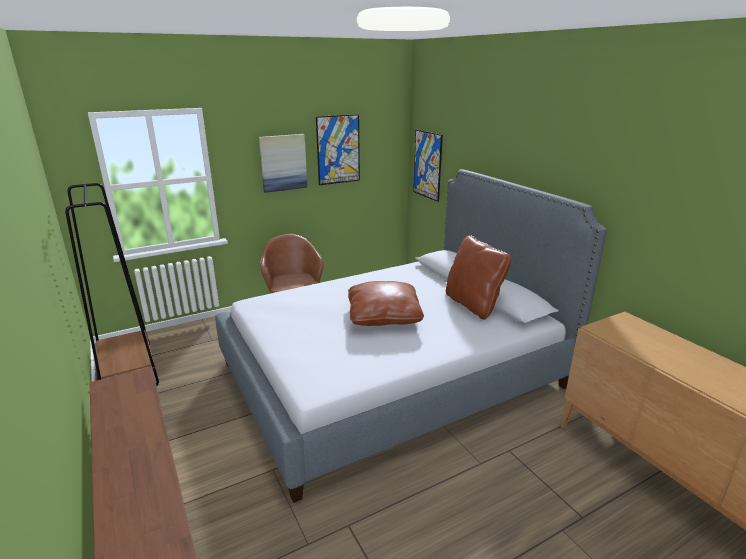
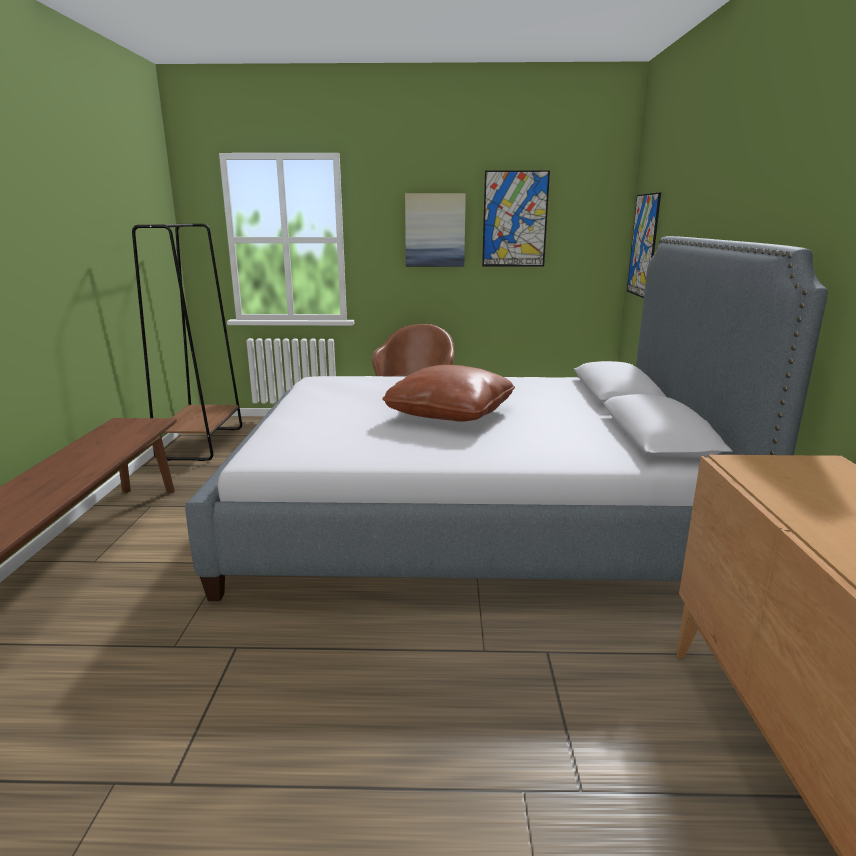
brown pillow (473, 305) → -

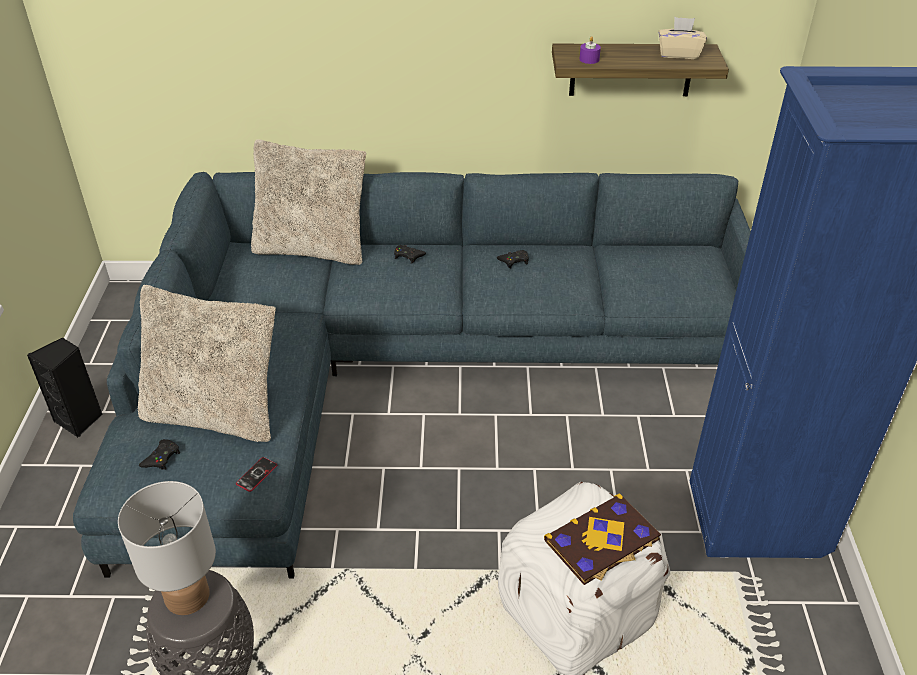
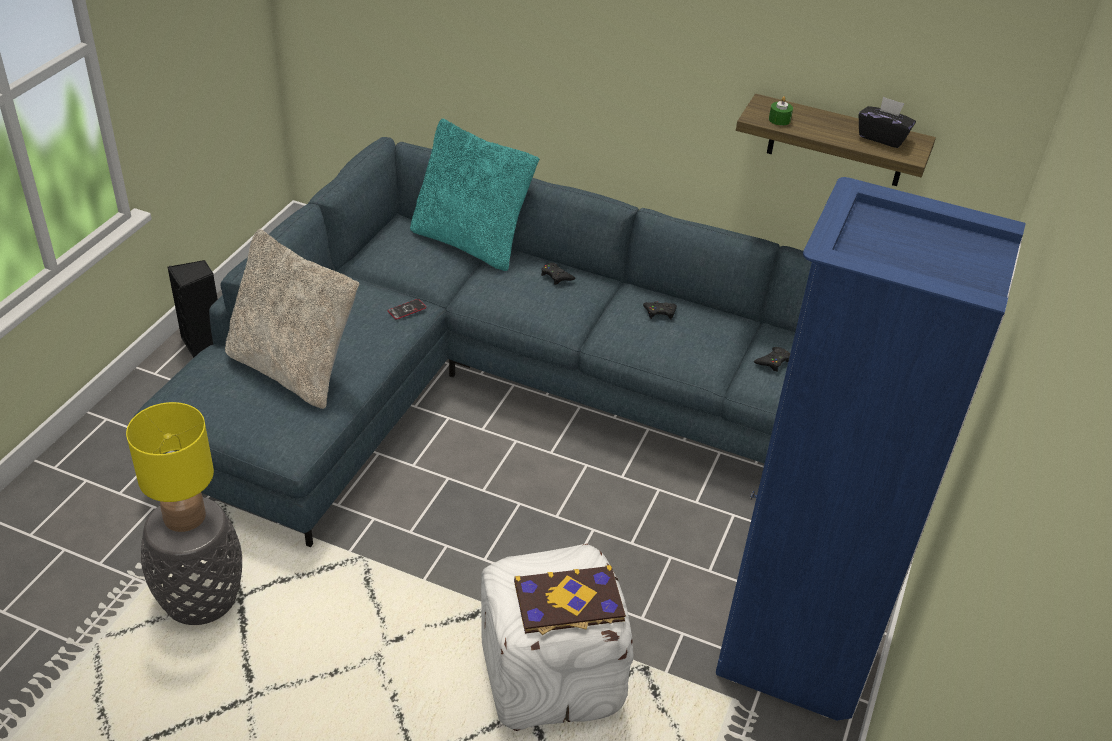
grey table lamp (187, 595) → yellow table lamp (185, 516)
phone (257, 475) → phone (407, 310), move
beige pillow (312, 245) → turquoise pillow (471, 239)
black game controller (161, 458) → black game controller (773, 361), move
purple candle (589, 59) → green candle (779, 120)
beige tissue box (679, 54) → black tissue box (882, 137)

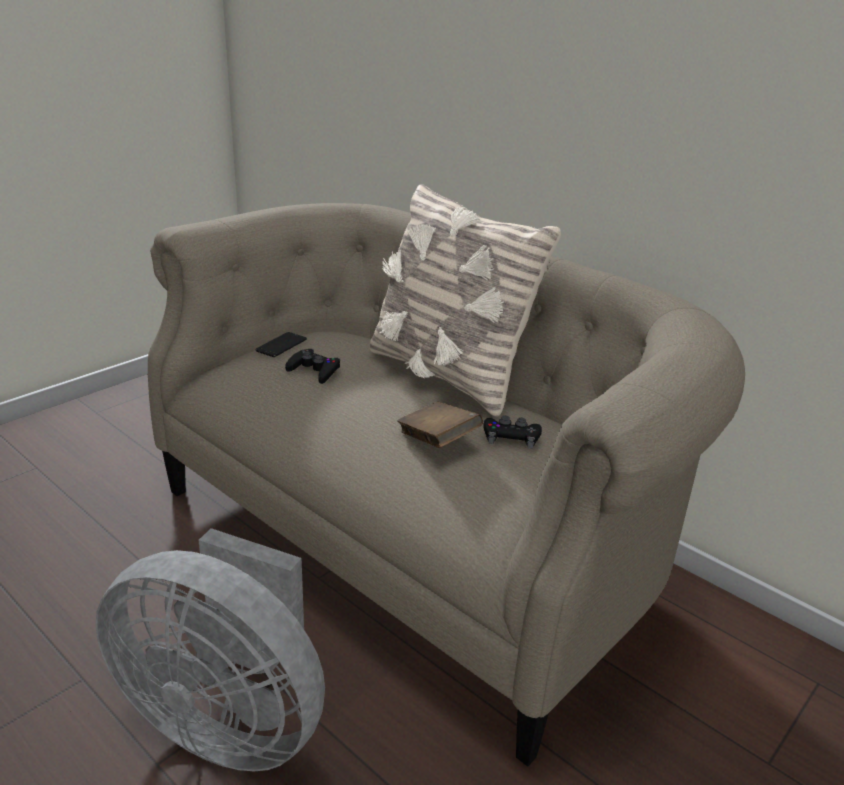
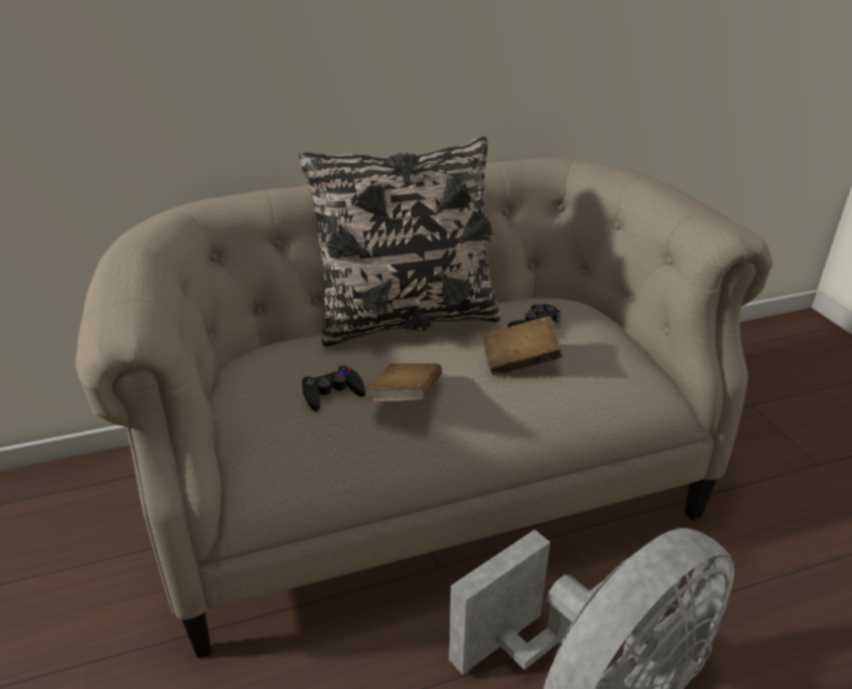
beige pillow (447, 375) → black pillow (407, 321)
- → brown book (405, 399)
phone (281, 345) → -

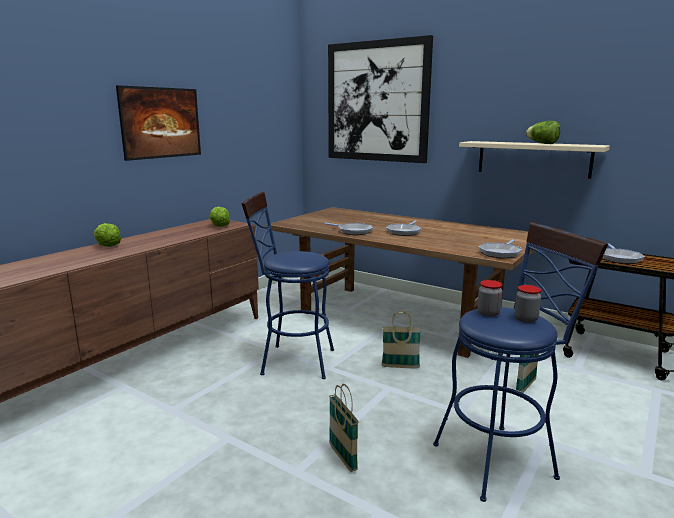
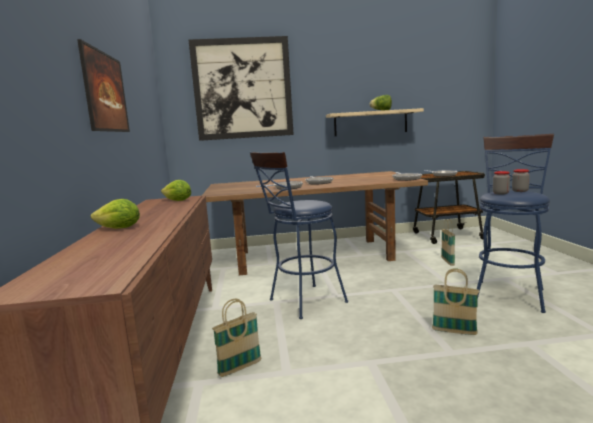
basket (400, 366) → basket (240, 368), move

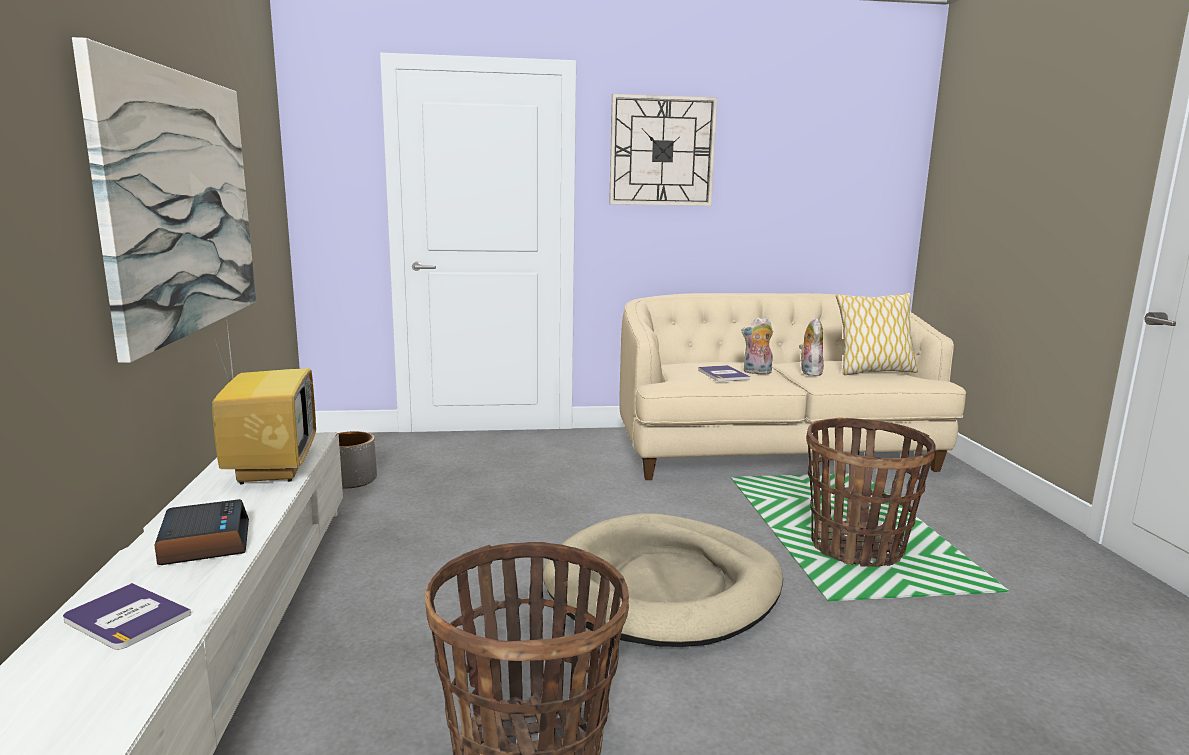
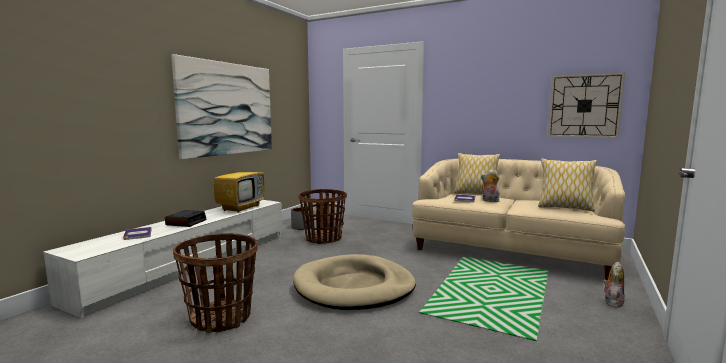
basket (857, 547) → basket (323, 239), move
- → pillow (475, 194)
wall clock (662, 151) → wall clock (584, 106), move
plush toy (809, 372) → plush toy (612, 302), move

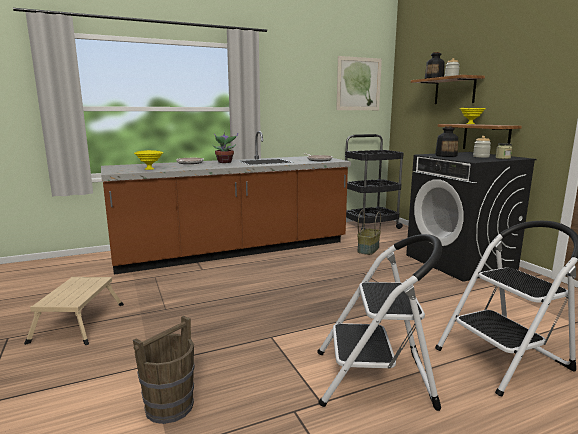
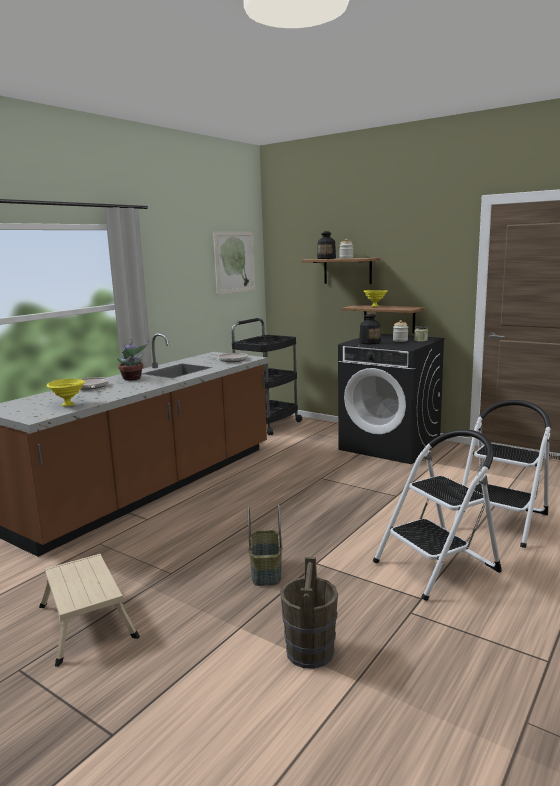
basket (368, 249) → basket (265, 571), move

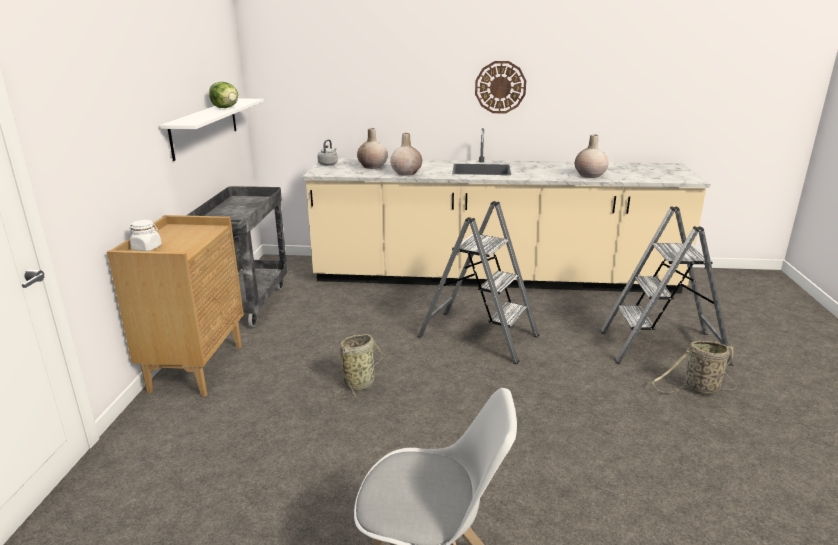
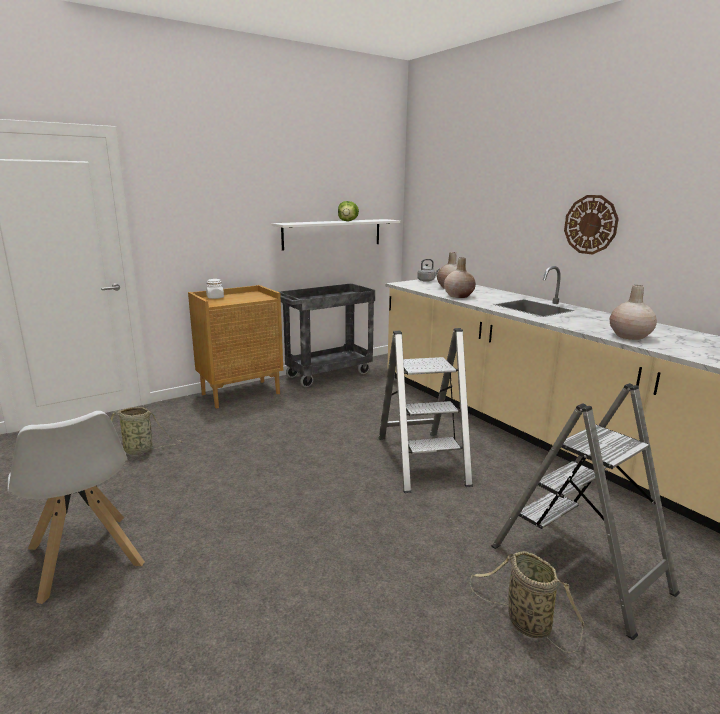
basket (360, 383) → basket (141, 450), move

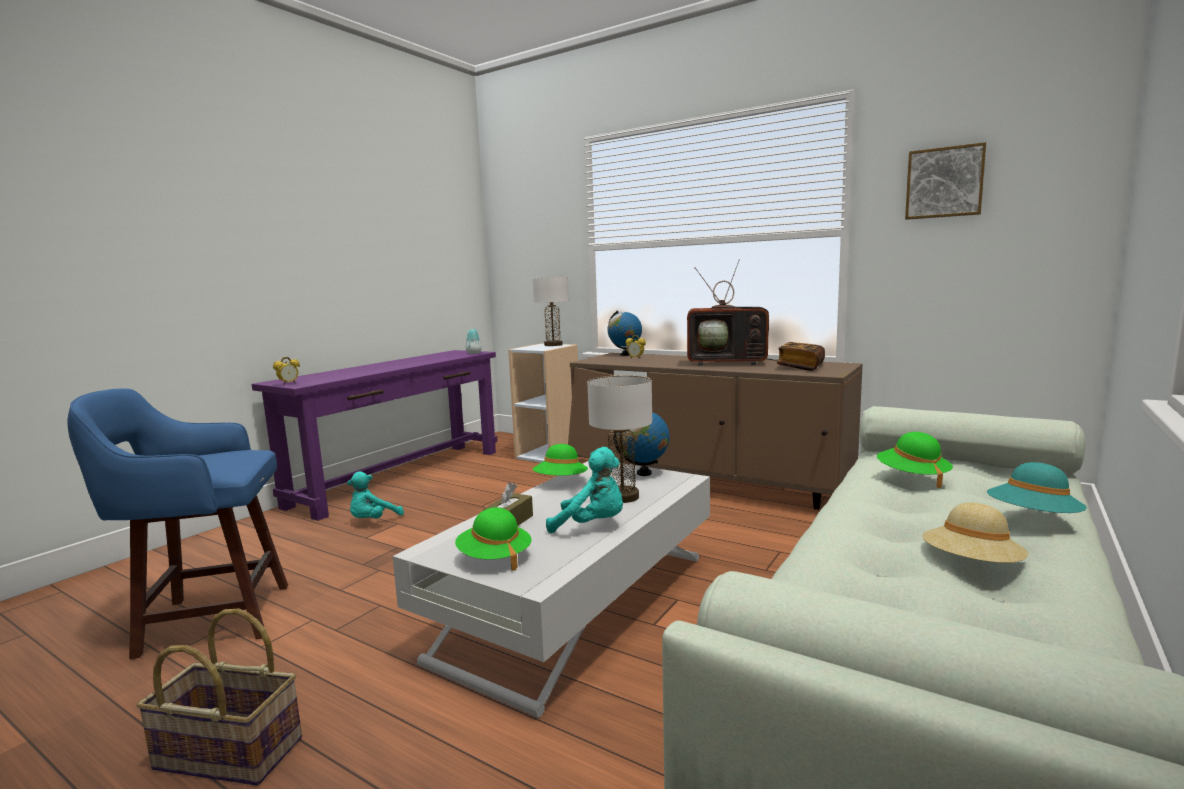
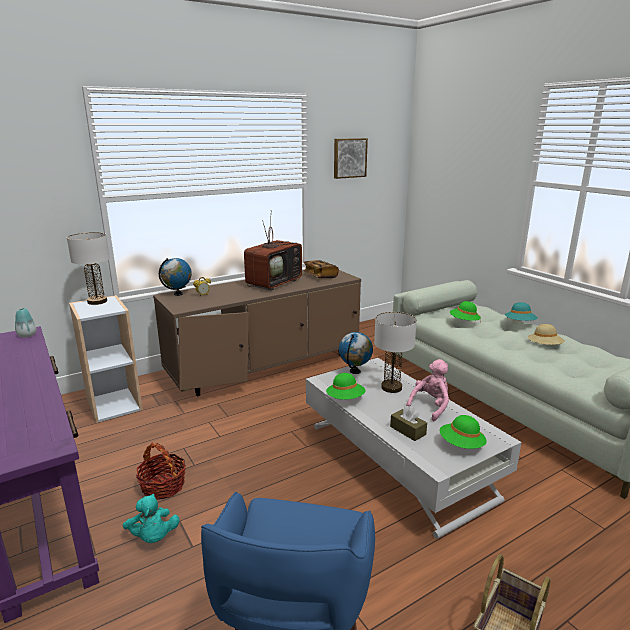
- → basket (163, 486)
turquoise plush toy (592, 525) → pink plush toy (430, 406)
alarm clock (288, 383) → -

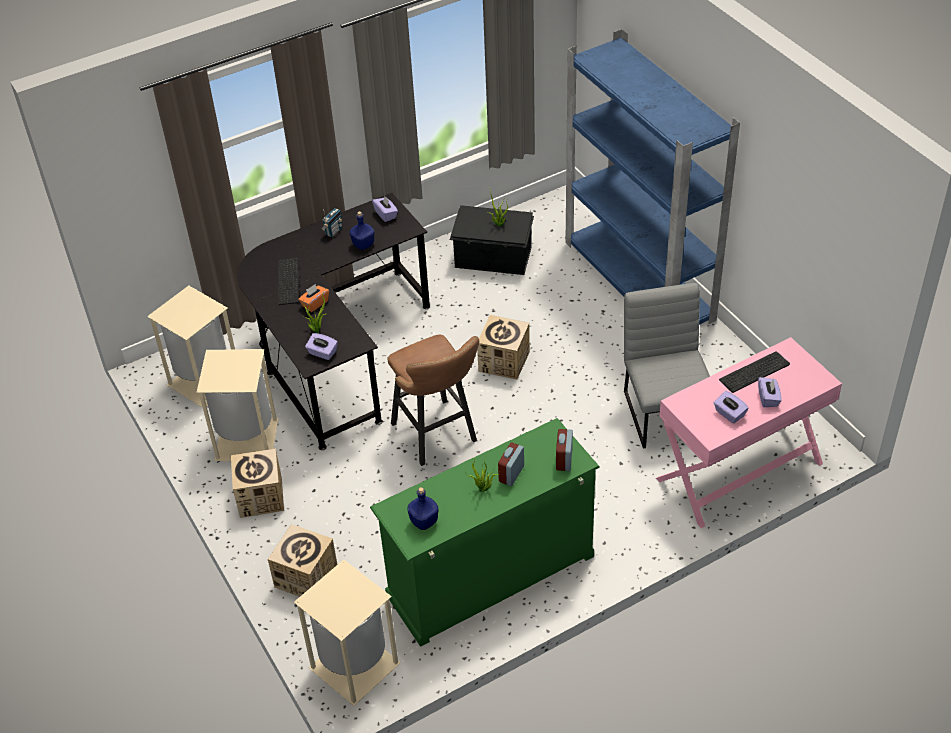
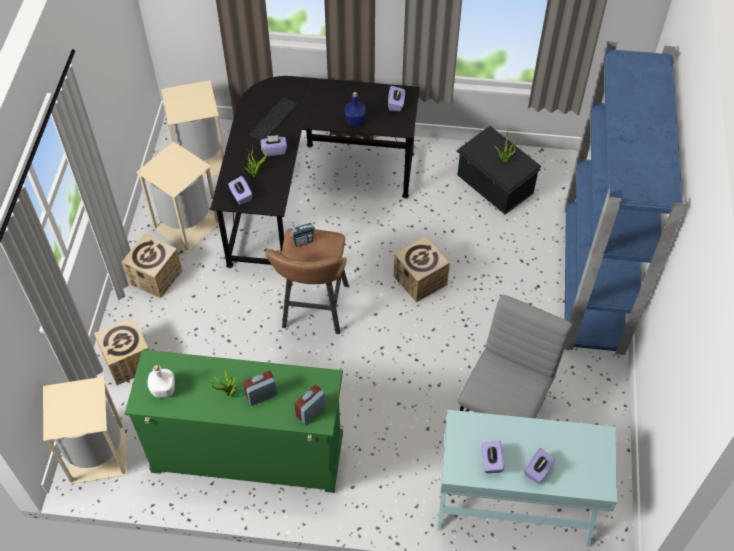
blue bottle (423, 522) → white bottle (163, 390)
orange tissue box (315, 304) → purple tissue box (274, 150)
radio (333, 231) → radio (303, 241), move
pink desk (740, 471) → turquoise desk (515, 503)
keyboard (754, 373) → -

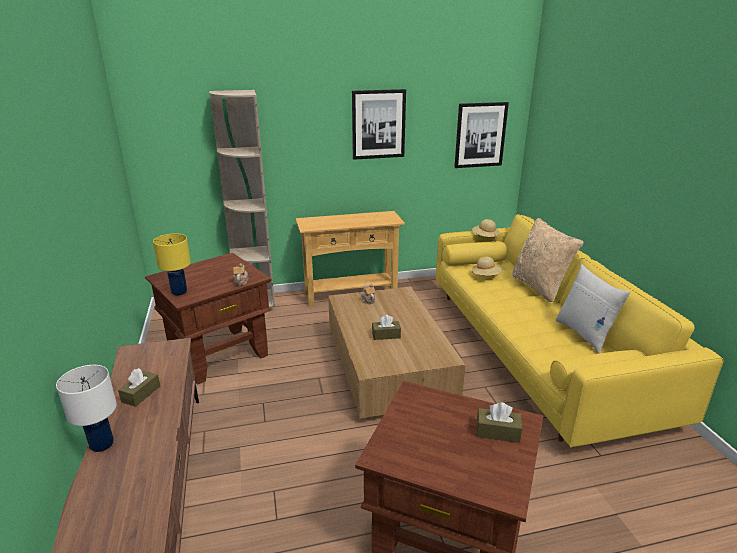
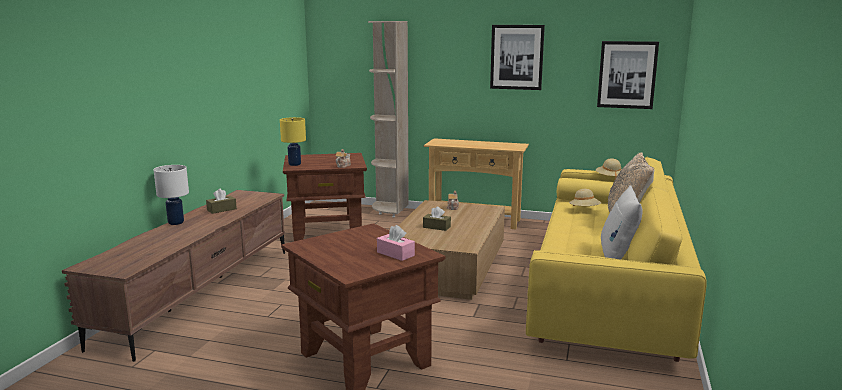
brown tissue box (497, 432) → pink tissue box (395, 254)

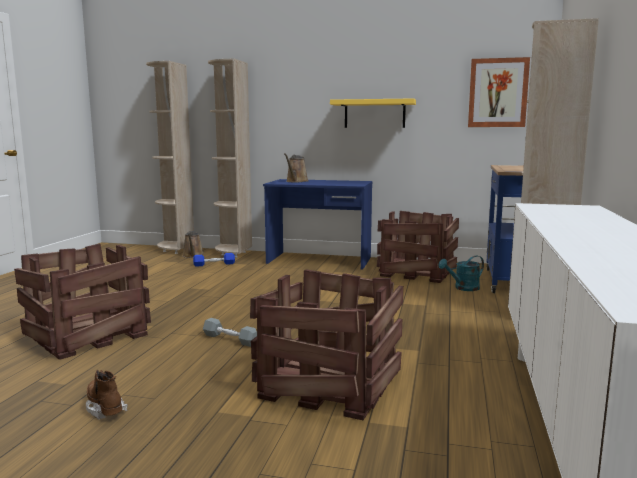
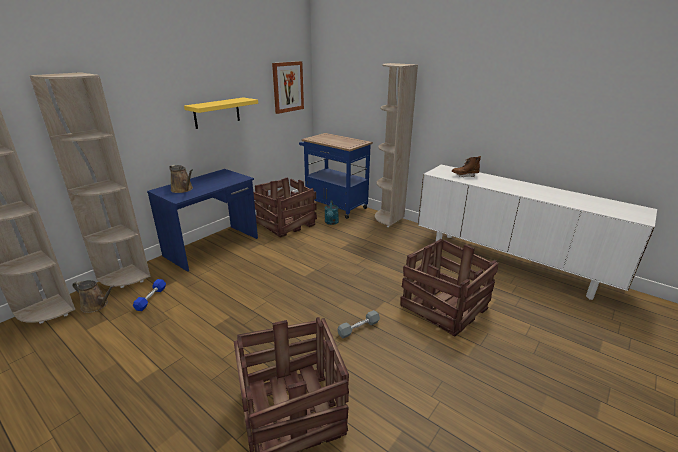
brown boot (105, 408) → brown boot (464, 176), move

